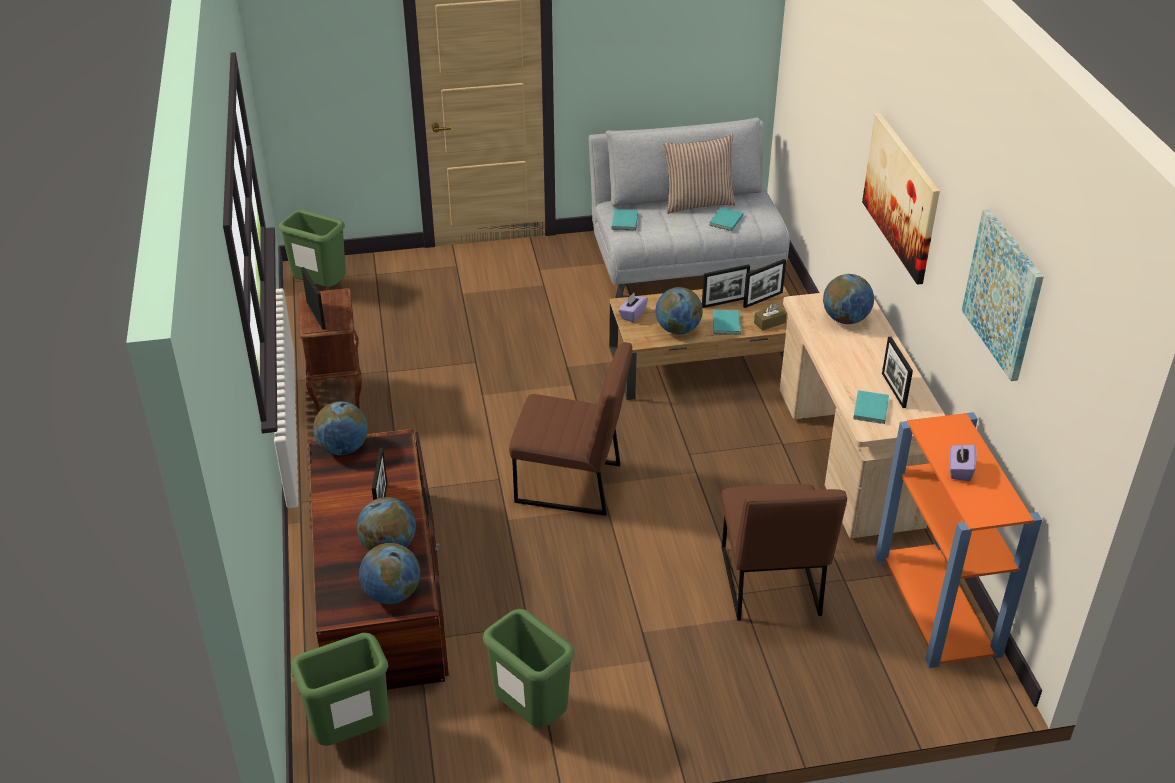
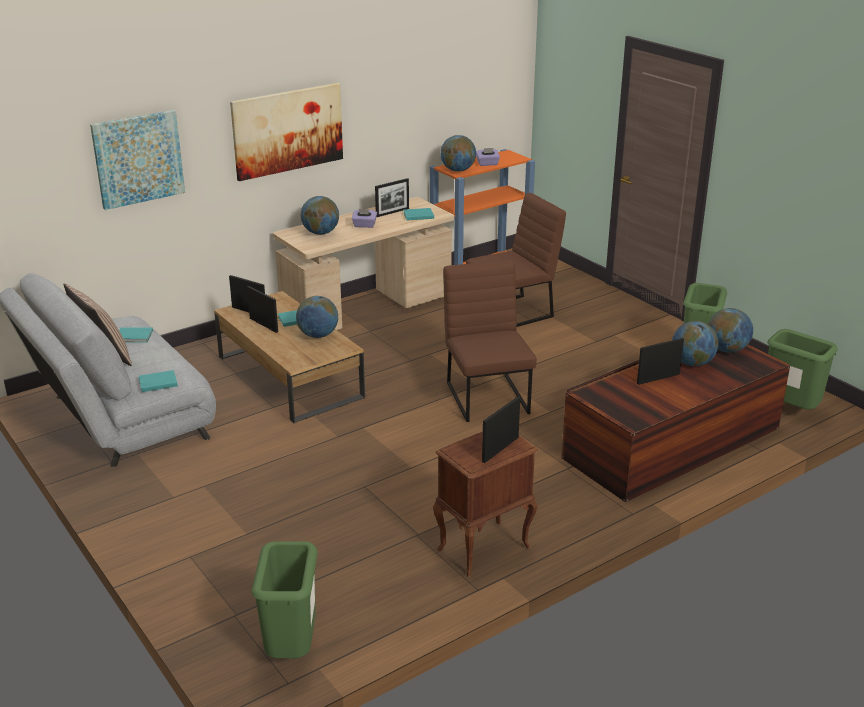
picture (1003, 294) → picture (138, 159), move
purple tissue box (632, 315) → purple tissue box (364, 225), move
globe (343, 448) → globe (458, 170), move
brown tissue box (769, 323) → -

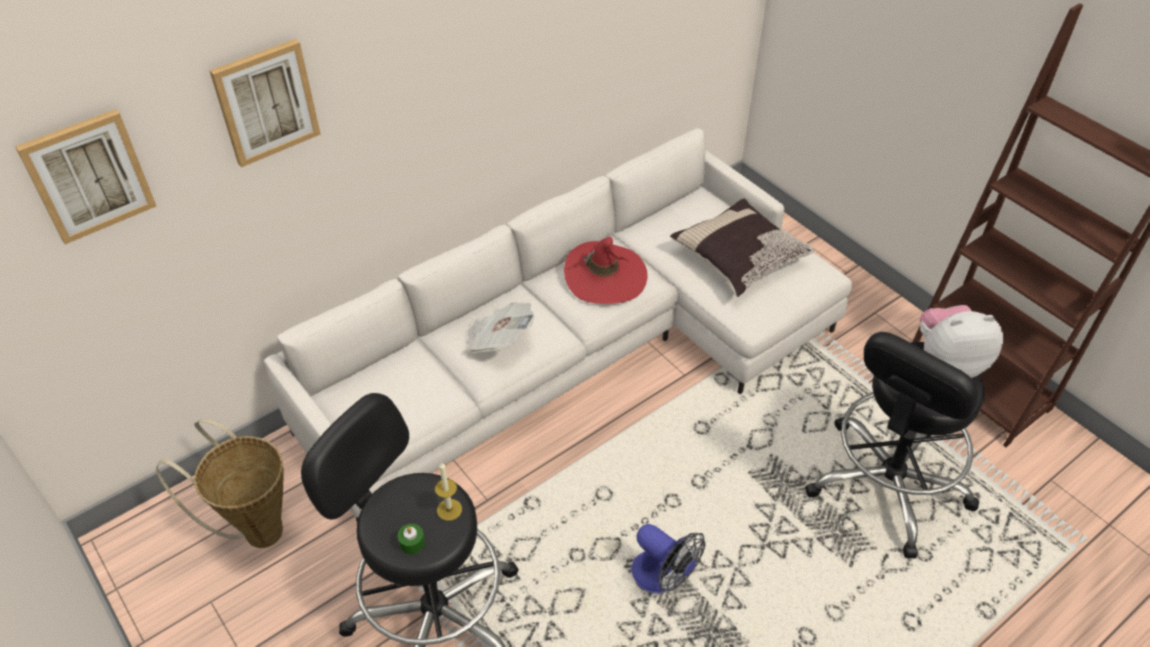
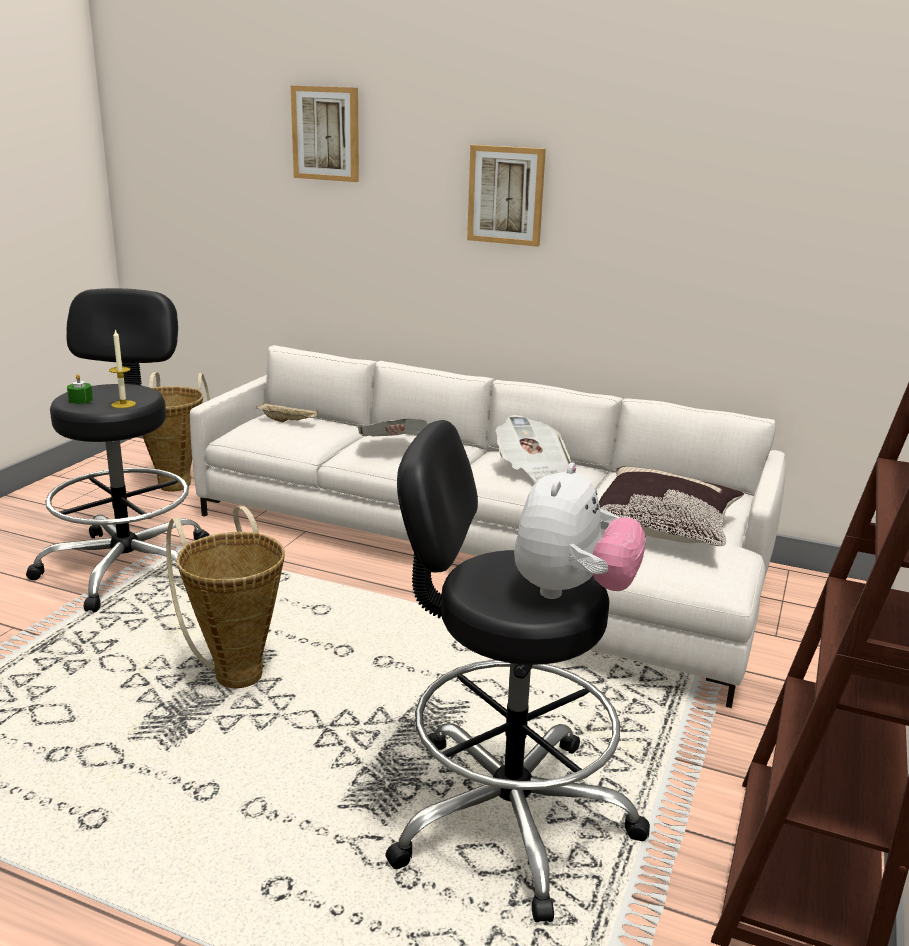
fan (663, 578) → basket (236, 670)
- → beige tray (288, 421)
picture (88, 175) → picture (506, 195), move
red hat (605, 276) → newspaper (533, 470)
plush toy (947, 362) → plush toy (572, 591), 60 degrees clockwise

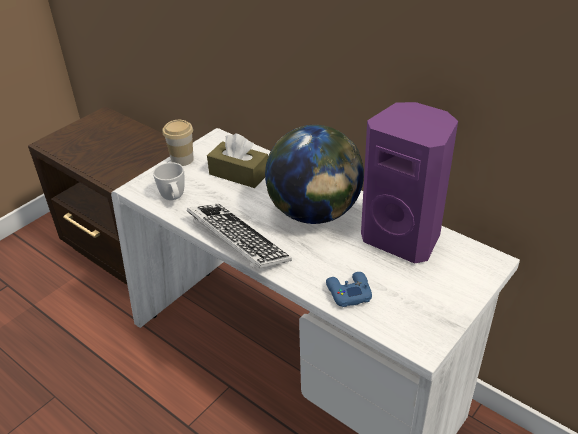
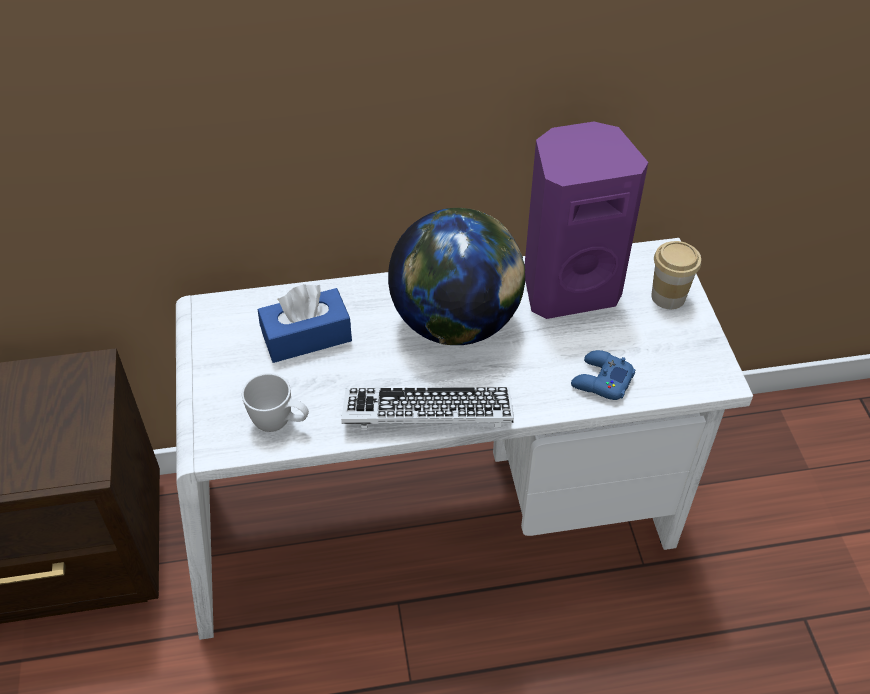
brown tissue box (239, 174) → blue tissue box (306, 337)
cup (182, 159) → cup (668, 297), move

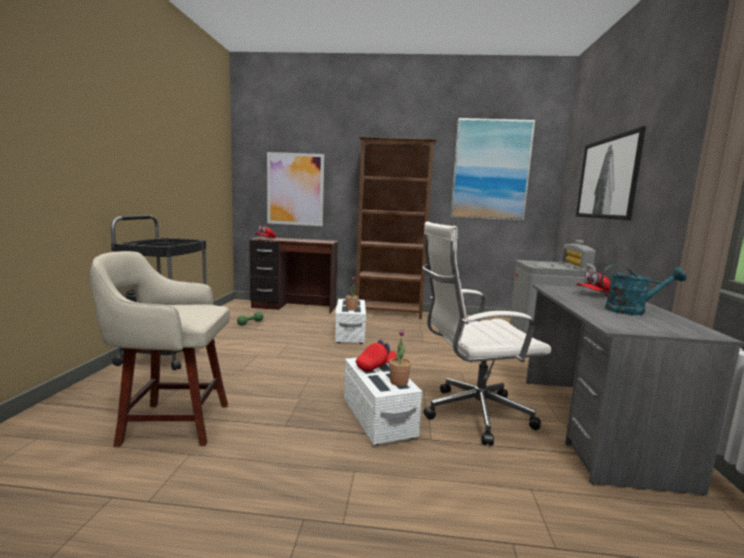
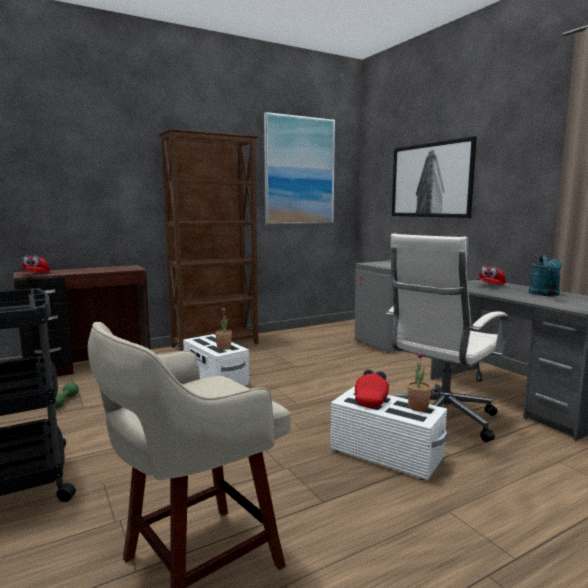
turquoise watering can (632, 311) → turquoise watering can (545, 294), 135 degrees clockwise
picture (295, 189) → -

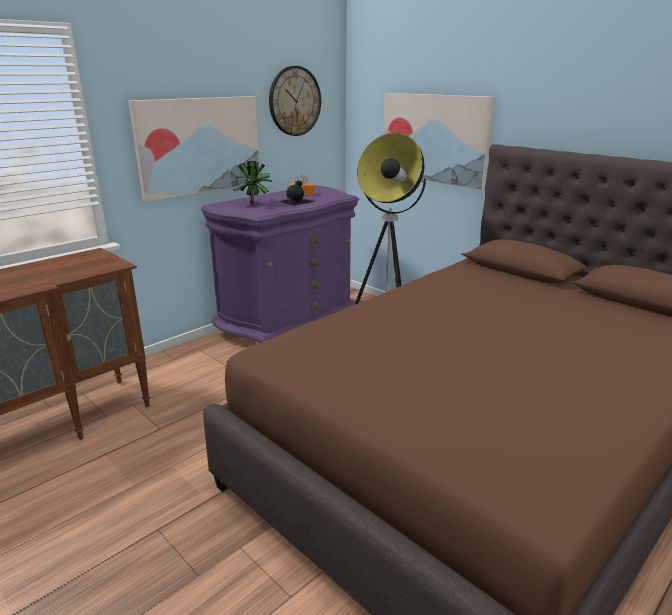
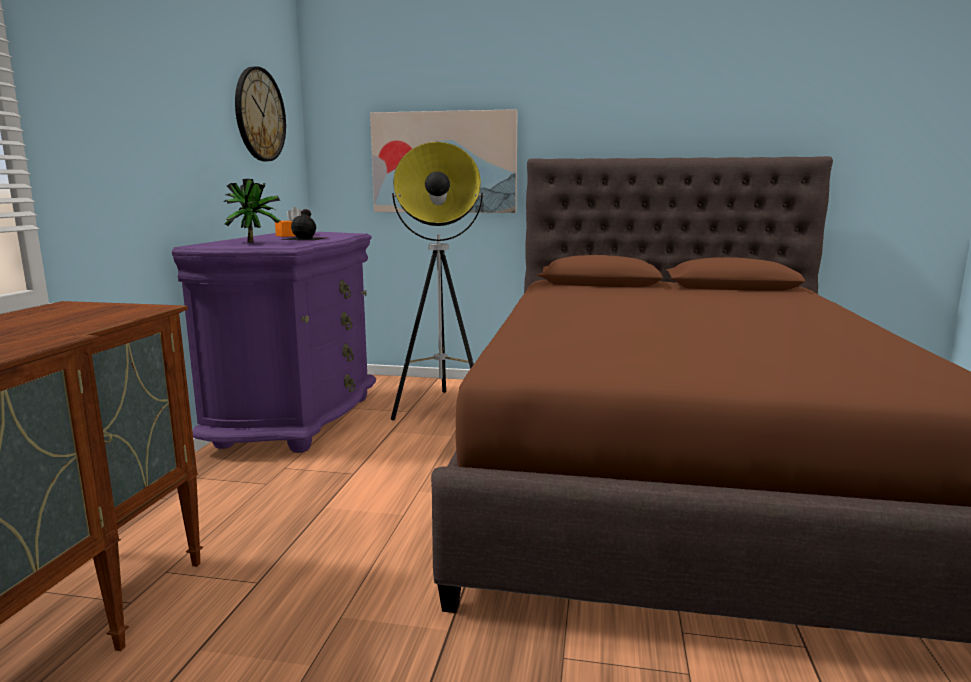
picture (199, 145) → -

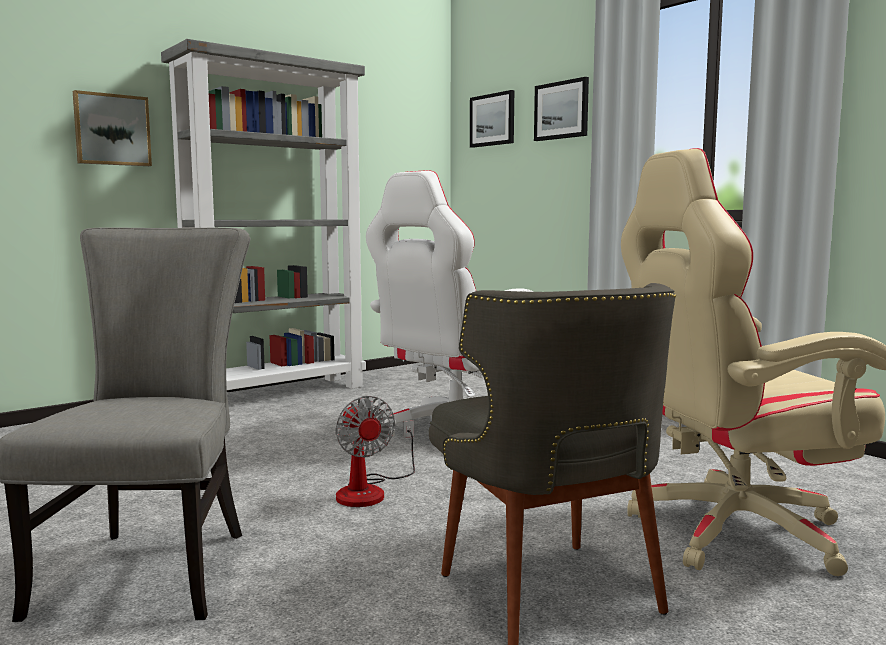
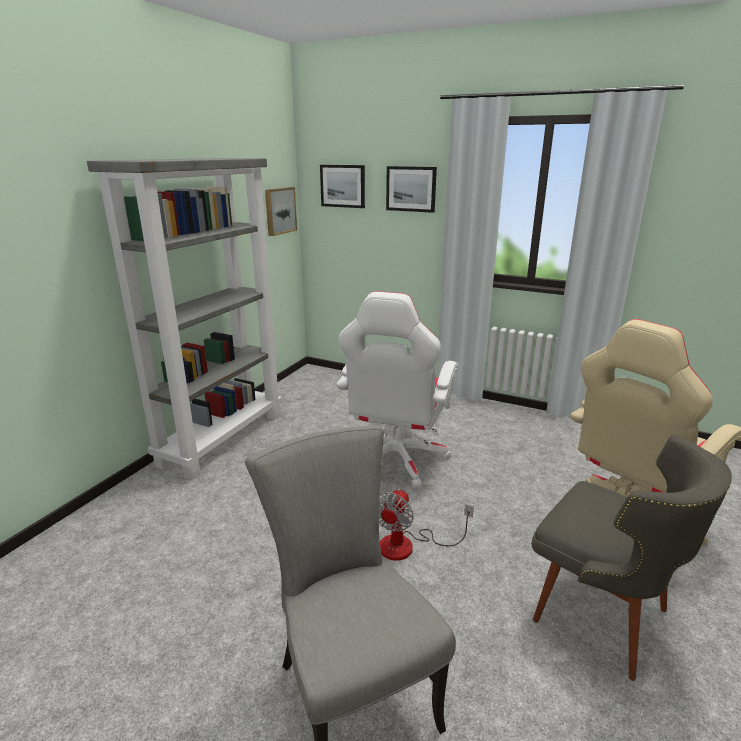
picture (112, 130) → picture (279, 211), move
fan (370, 491) → fan (408, 545), 75 degrees clockwise

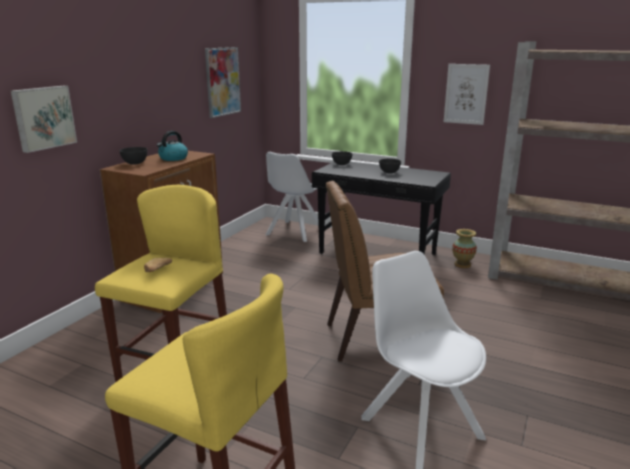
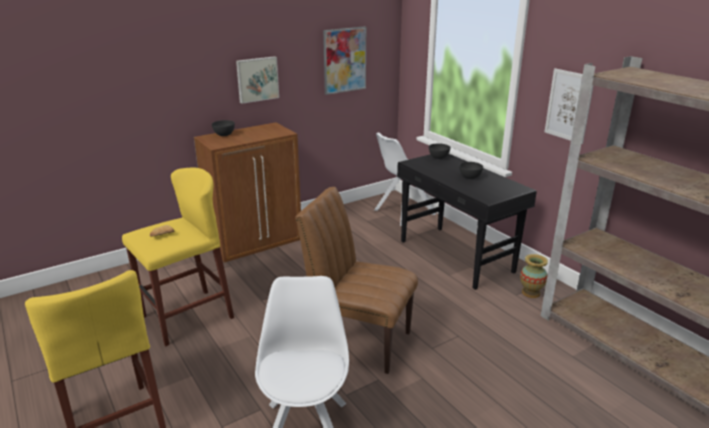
picture (43, 117) → picture (257, 79), move
kettle (173, 158) → -

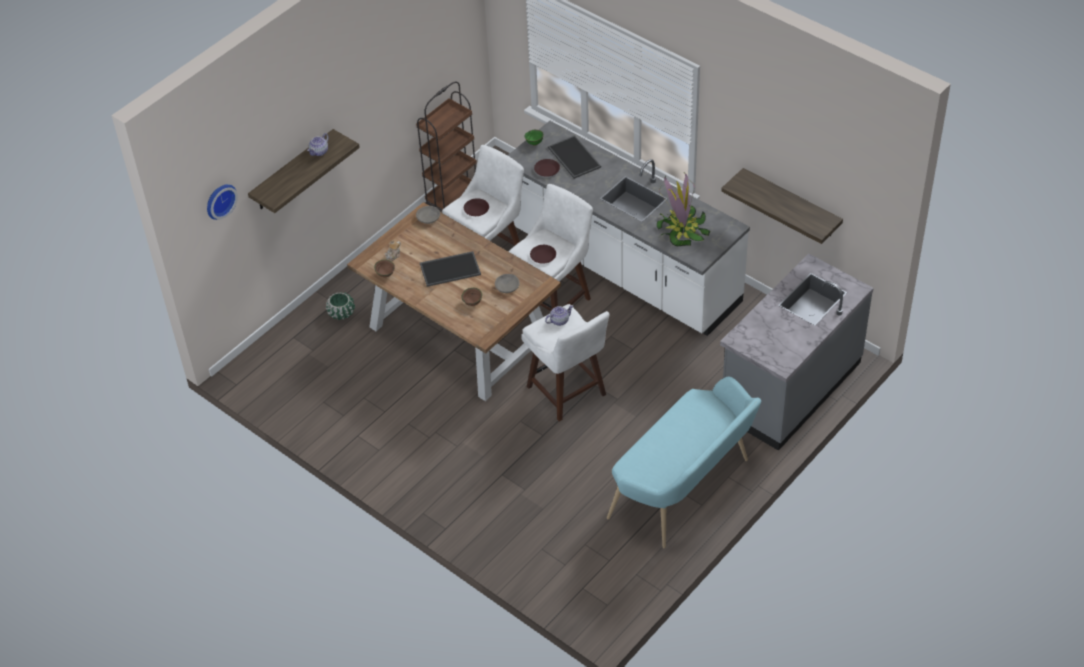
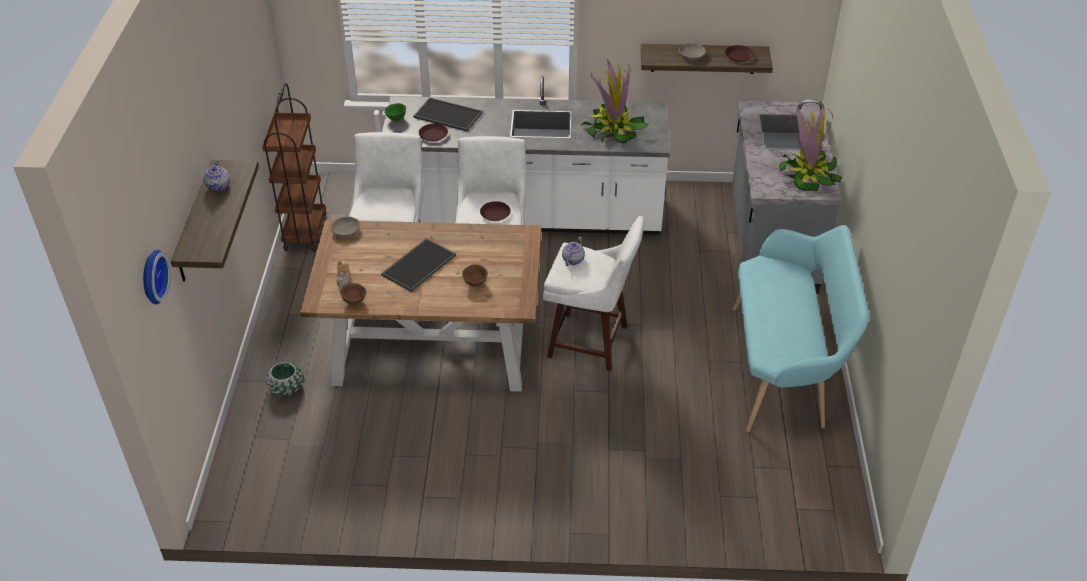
grey bowl (507, 286) → grey bowl (691, 55), move
brown plate (476, 210) → brown plate (739, 56), move
- → potted plant (807, 175)

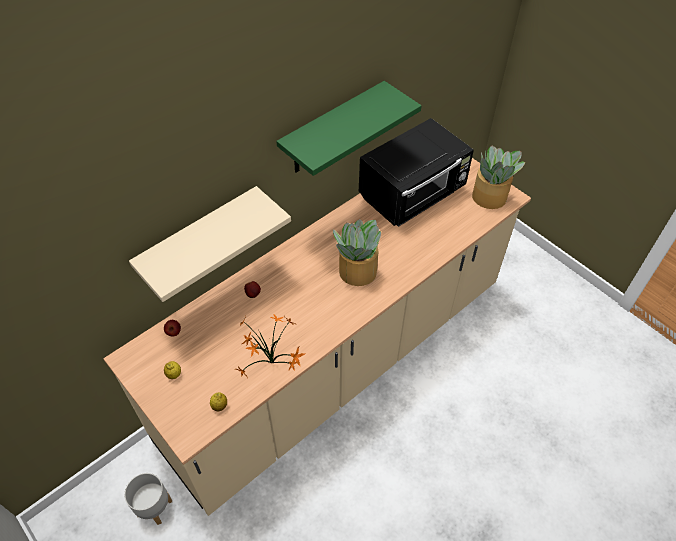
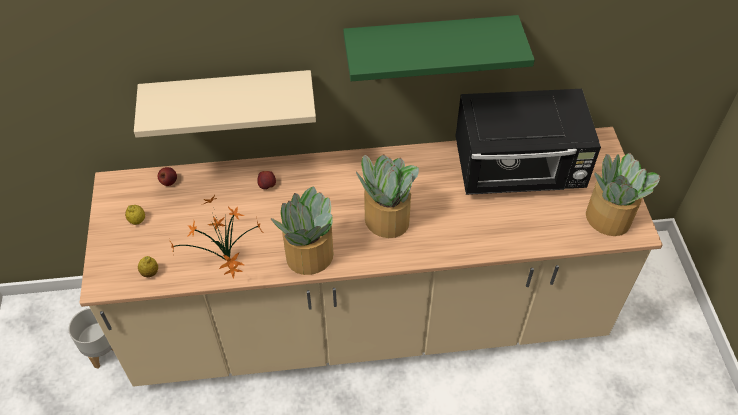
- → potted plant (308, 256)

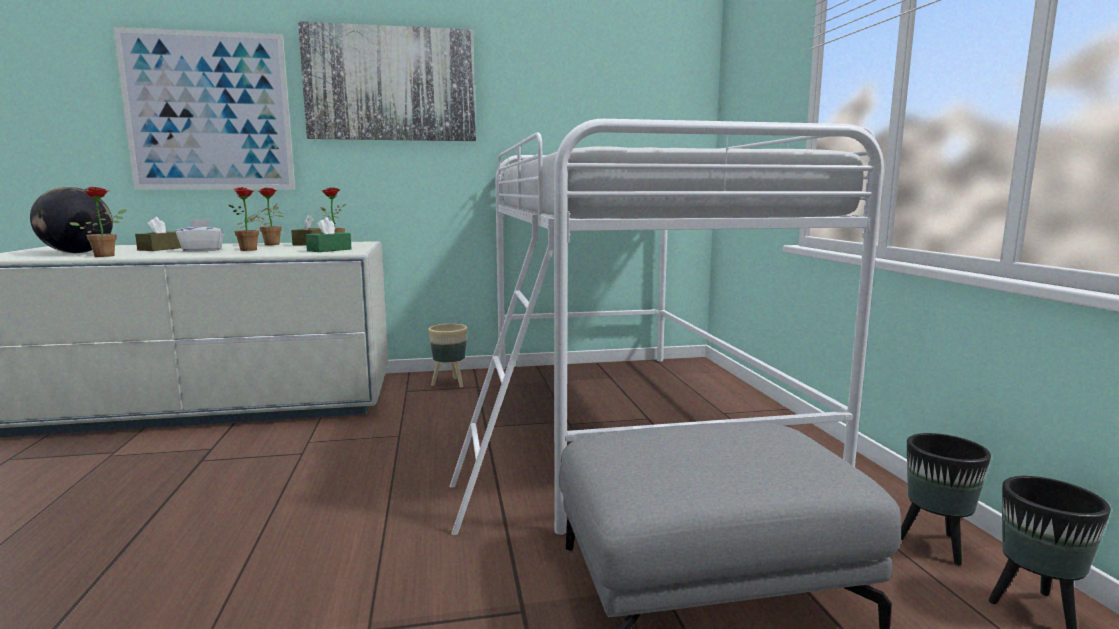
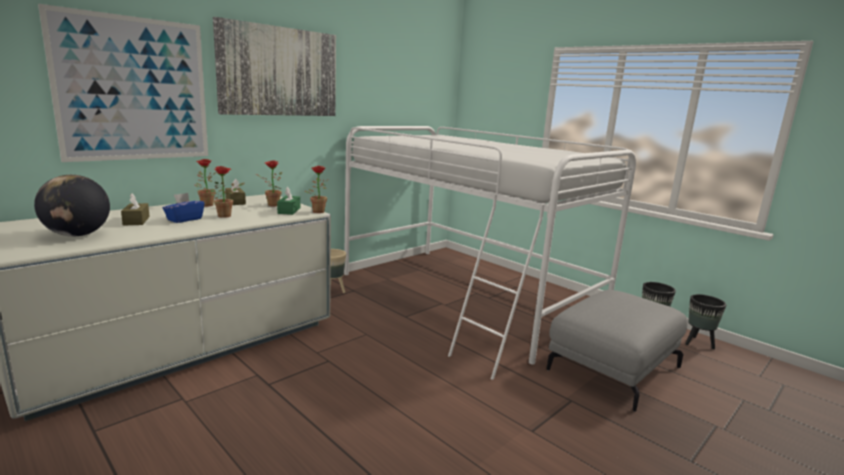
white tissue box (202, 250) → blue tissue box (184, 219)
potted plant (107, 255) → potted plant (317, 211), move

